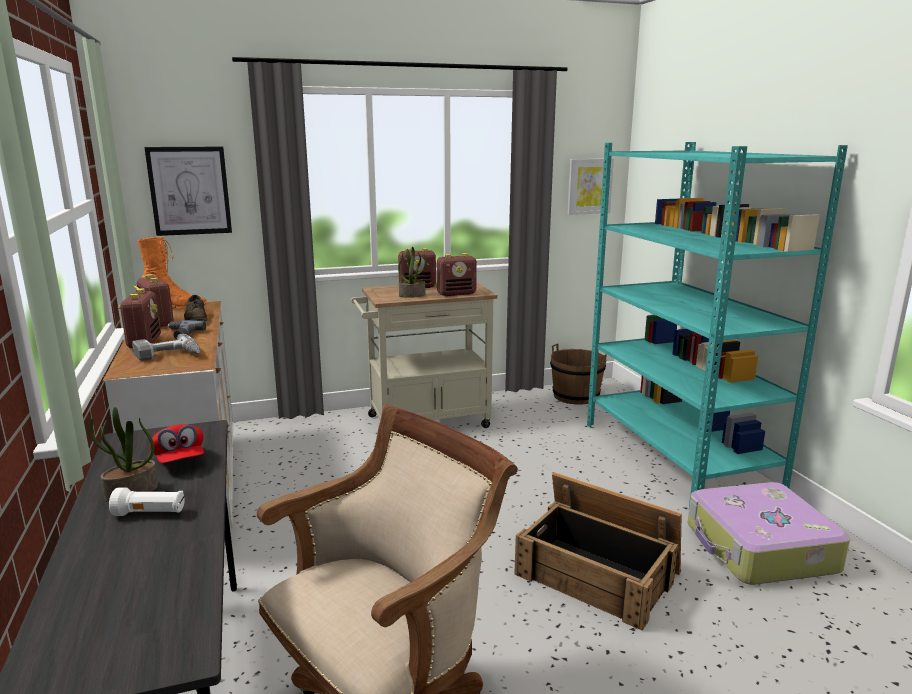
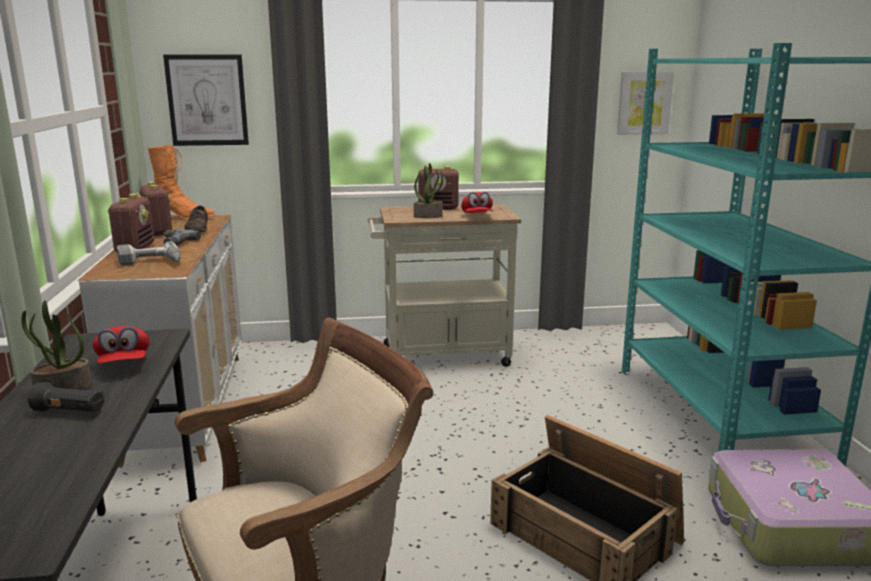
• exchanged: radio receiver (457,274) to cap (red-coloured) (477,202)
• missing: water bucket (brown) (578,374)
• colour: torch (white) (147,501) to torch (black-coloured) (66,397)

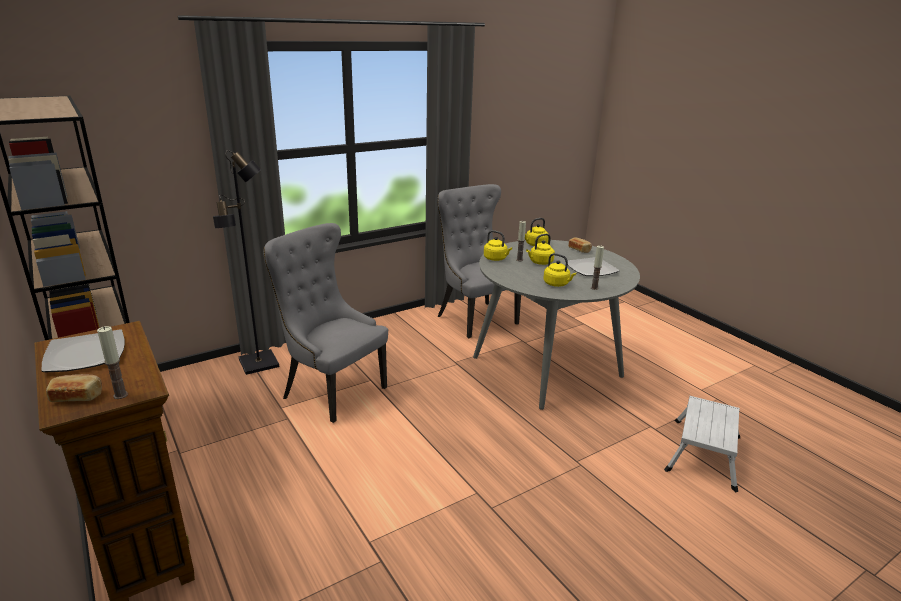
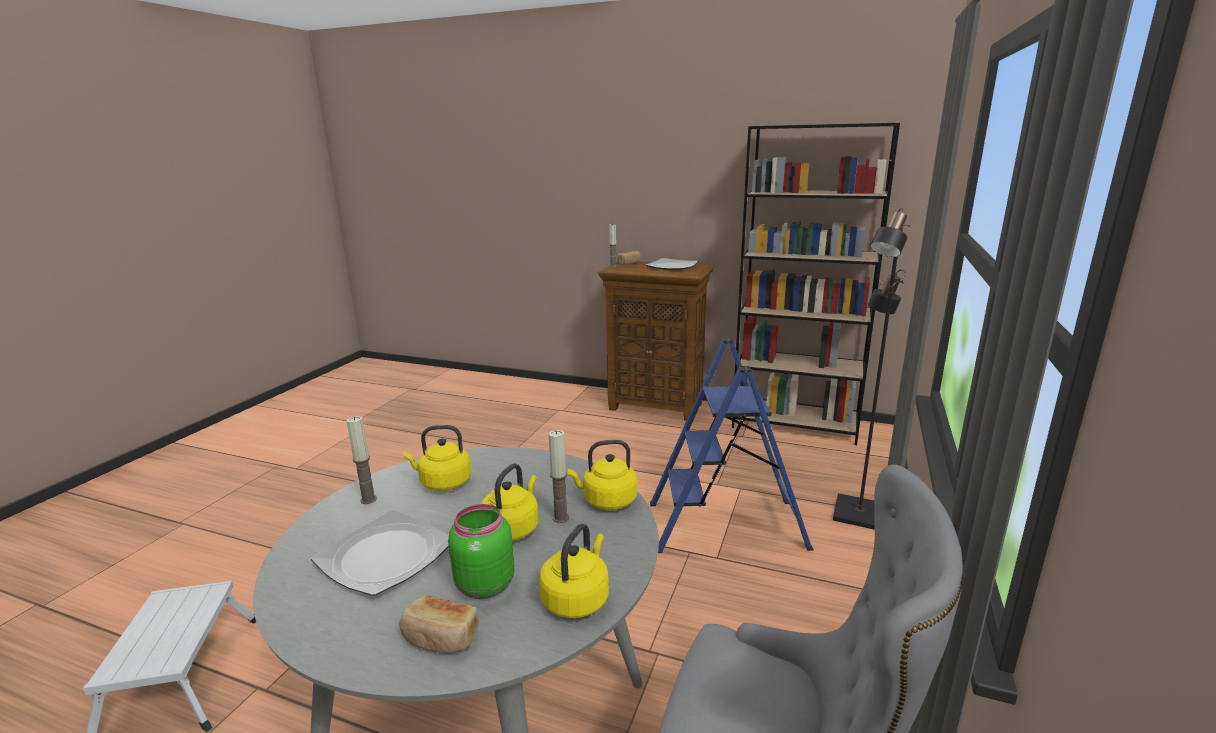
• exchanged: plain chair (gray) (325,323) to step ladder (blue-coloured) (732,445)
• appeared: storage jar (green-coloured) (481,551)

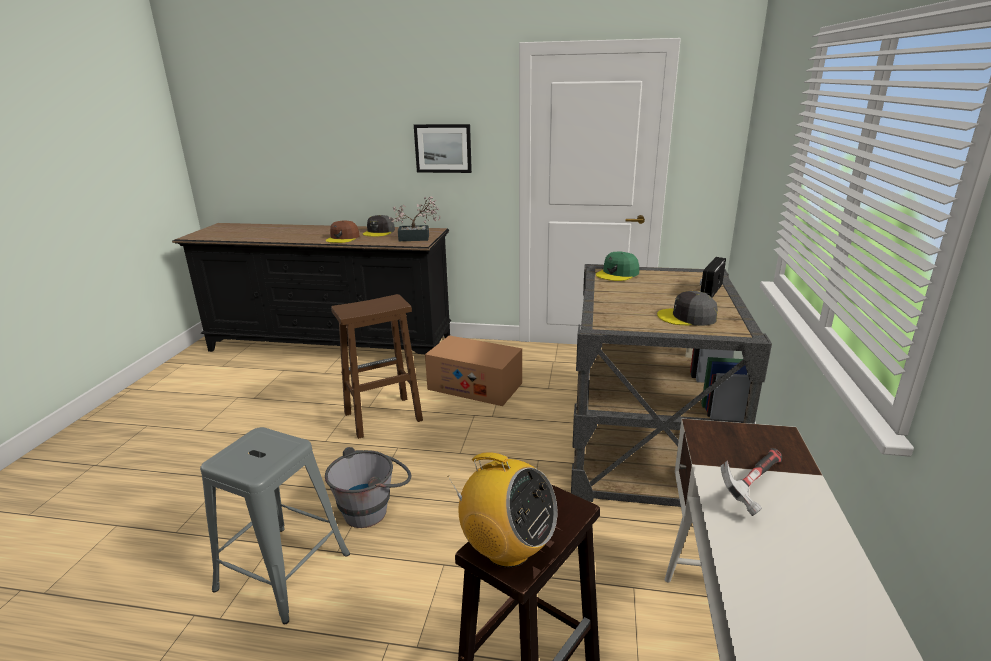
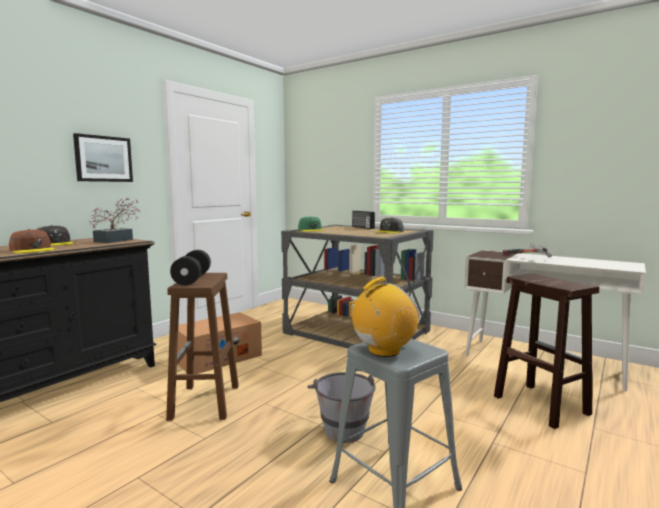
• relocated: radio receiver (502,509) to (385,317)
• appeared: dumbbell (black-coloured) (190,267)

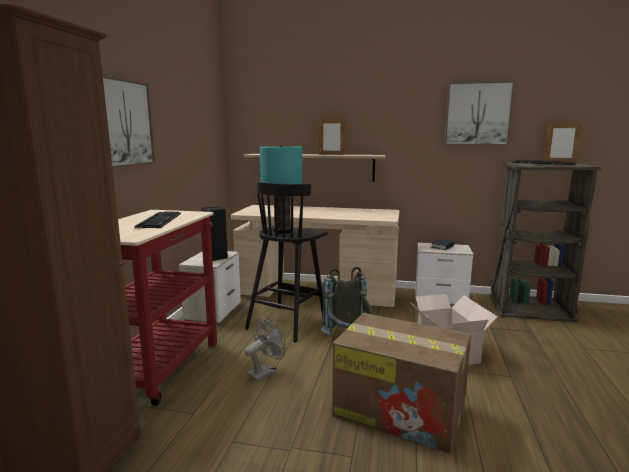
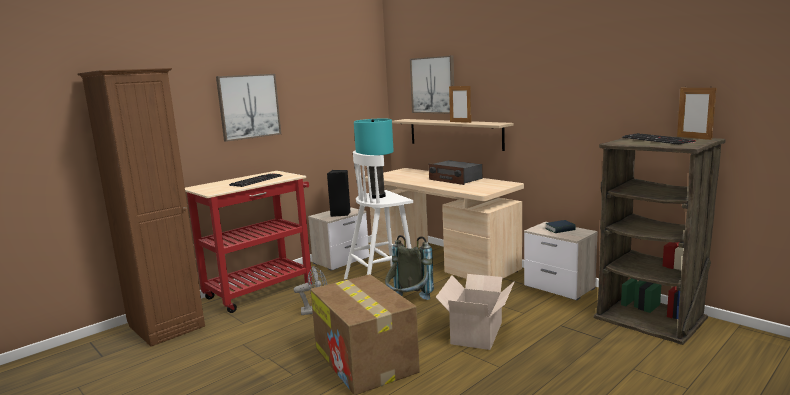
• relocated: wall picture (479,113) to (432,84)
• colour: stool (black-coloured) (286,261) to stool (white) (378,214)
• appeared: radio receiver (455,172)

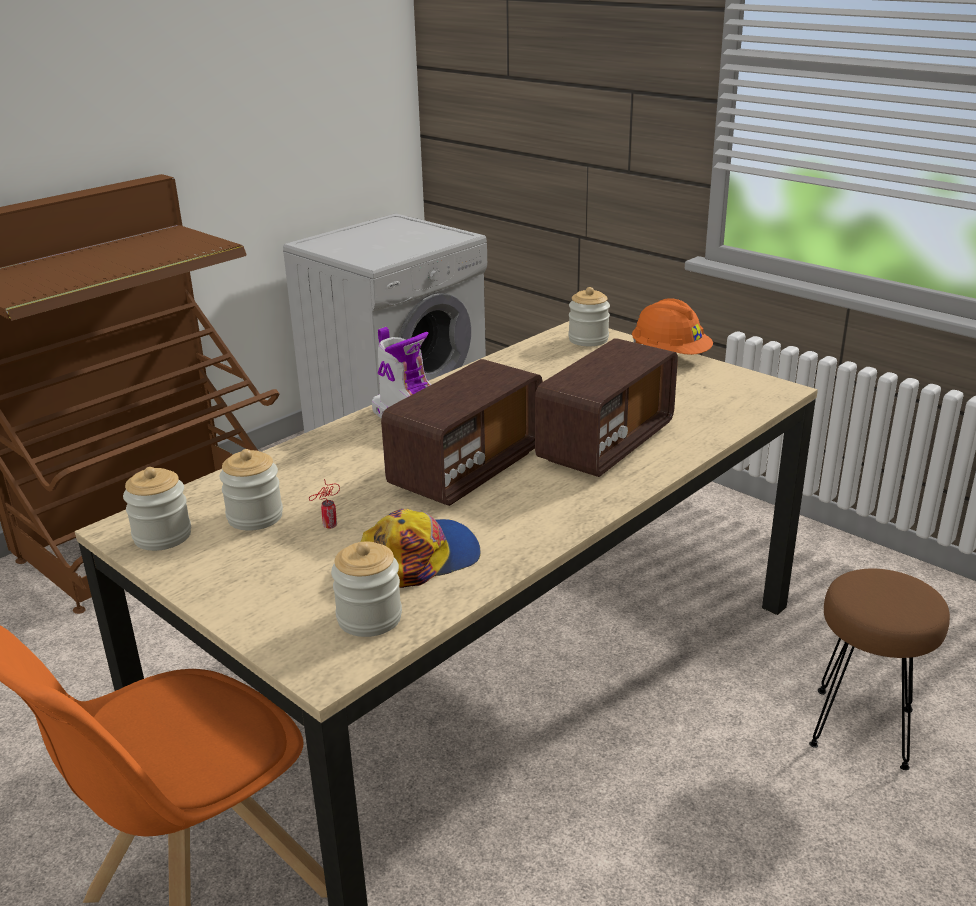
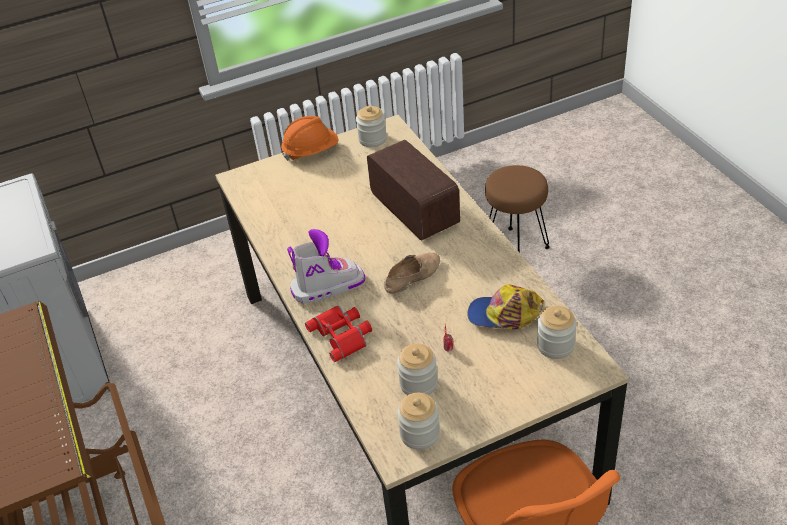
• relocated: storage jar (589,316) to (371,126)
• exchanged: radio receiver (462,432) to shoe (beige) (412,273)
• spun: cap (421,548) = (505,307) 75 degrees counterclockwise
• appeared: field glasses (red-coloured) (338,334)

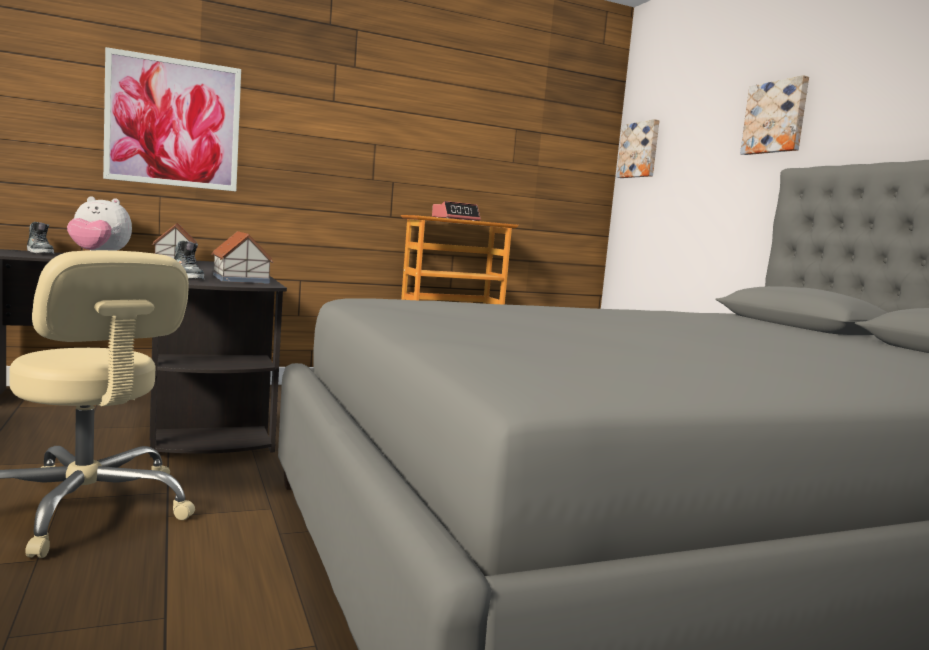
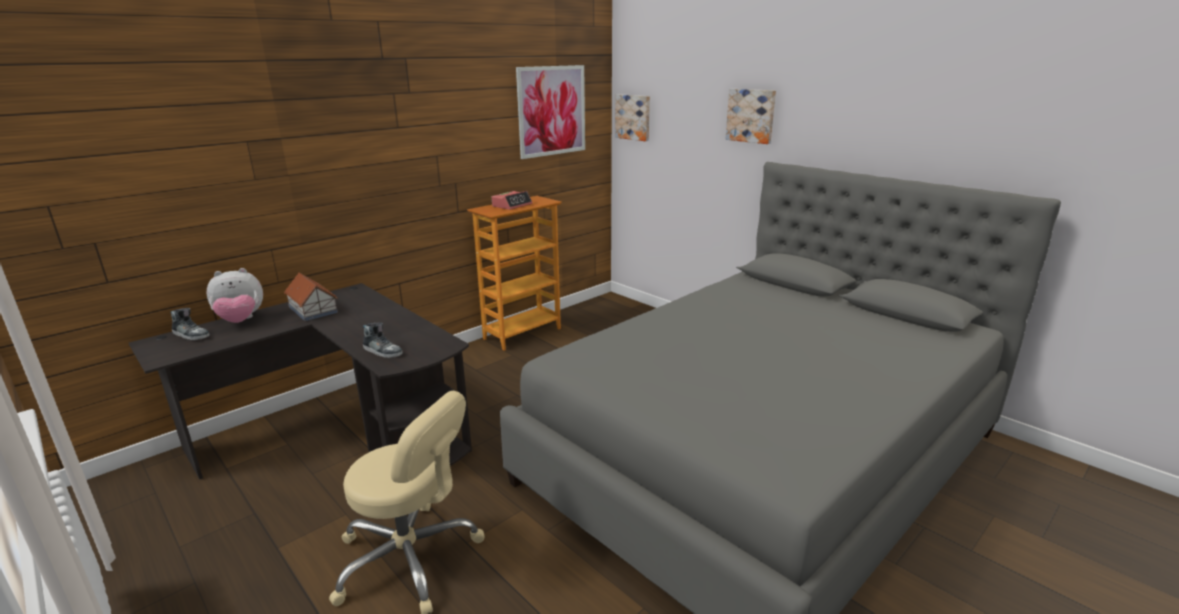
• relocated: wall picture (172,119) to (550,112)
• missing: miniature house (242,257)

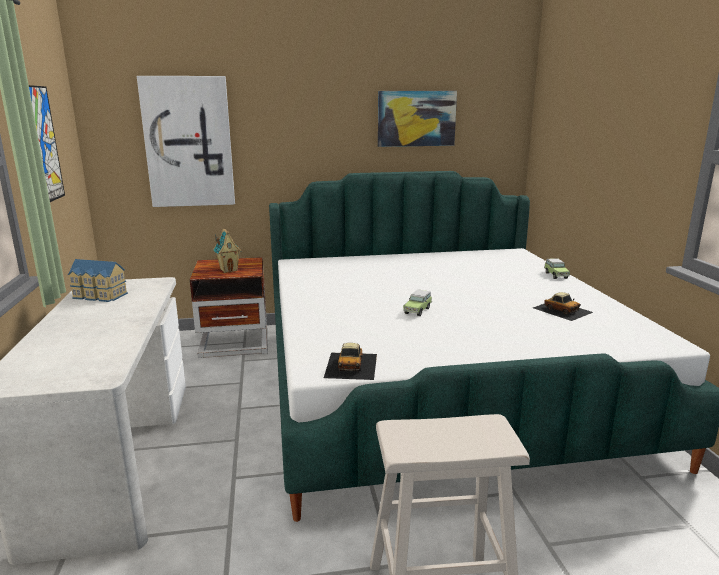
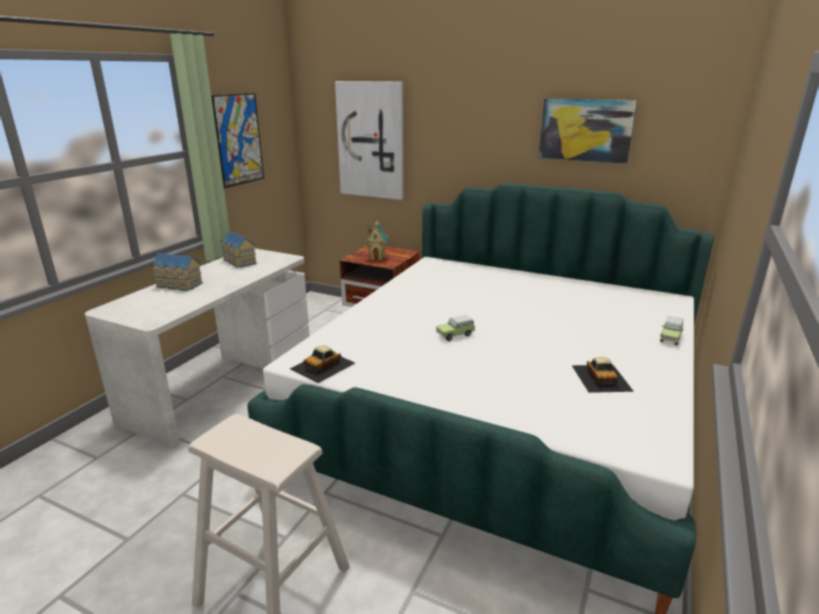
• appeared: miniature house (177,272)

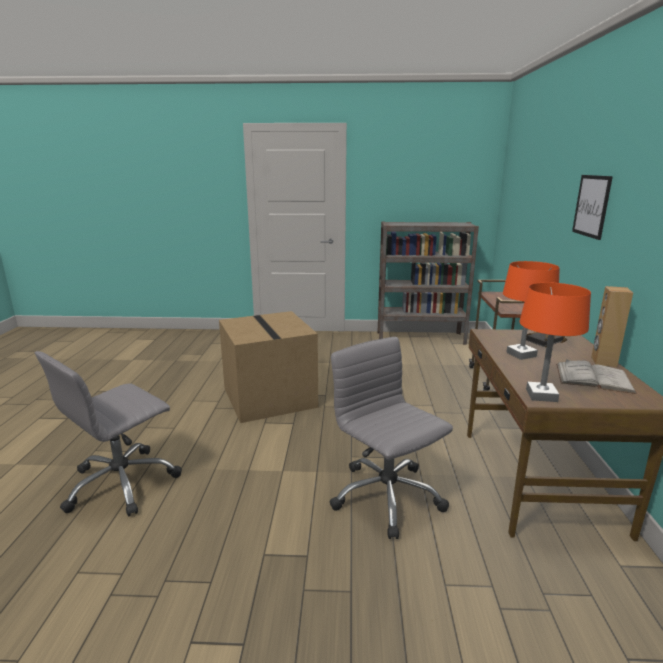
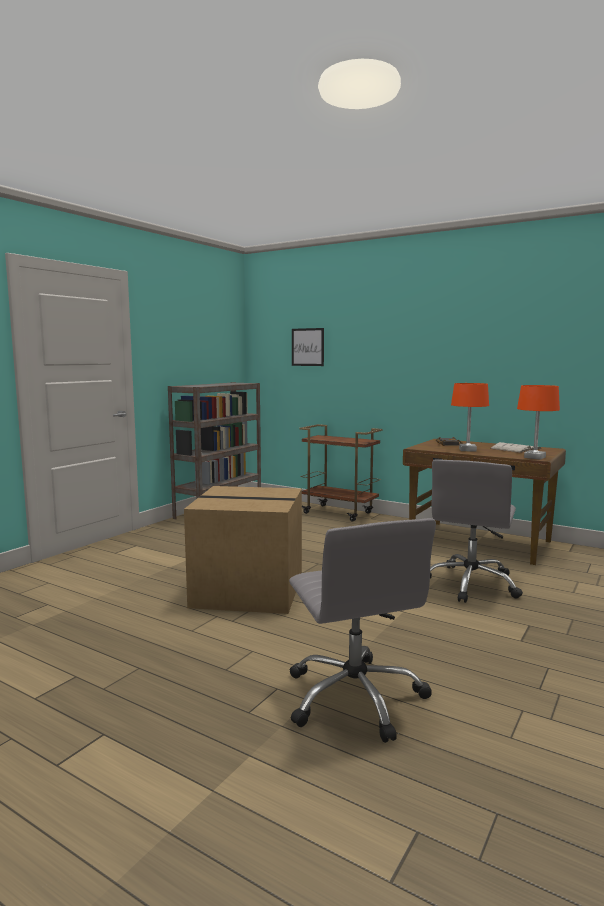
• relocated: wall picture (592,207) to (308,347)
• missing: speaker (brown) (612,326)
• spun: desk chair (gray) (391,438) = (476,531) 60 degrees counterclockwise

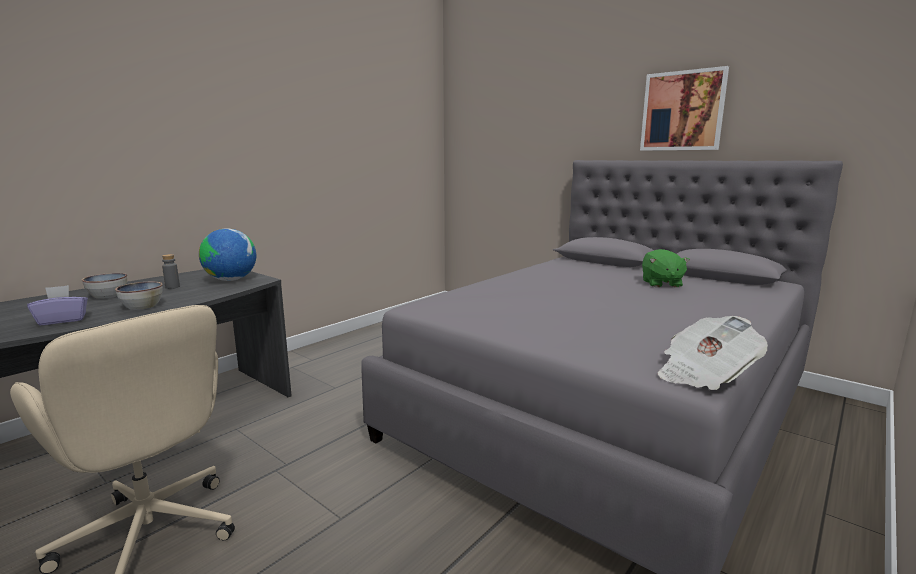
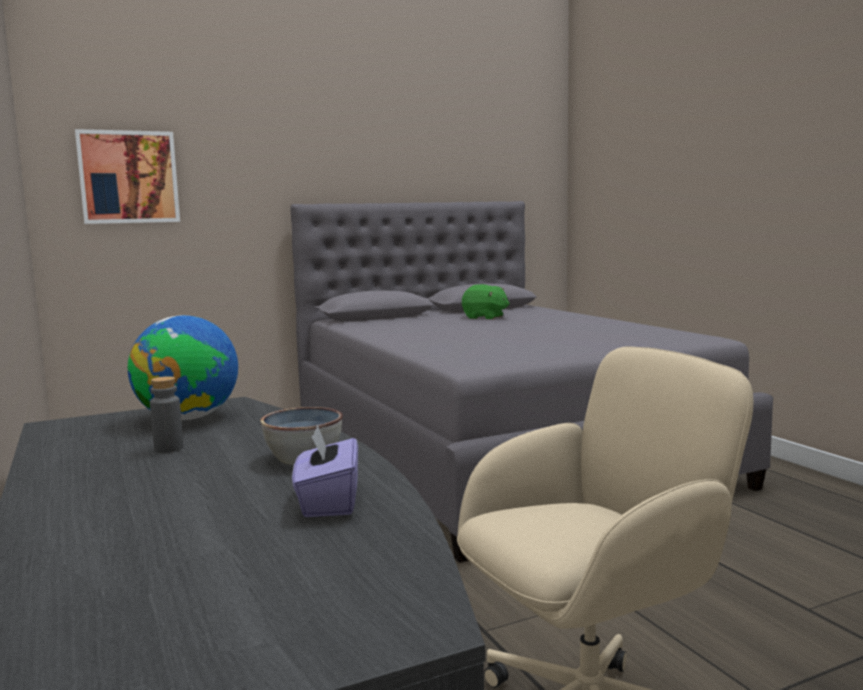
• relocated: wall picture (684,108) to (127,176)
• missing: serving bowl (104,286)
• missing: daily paper (713,353)

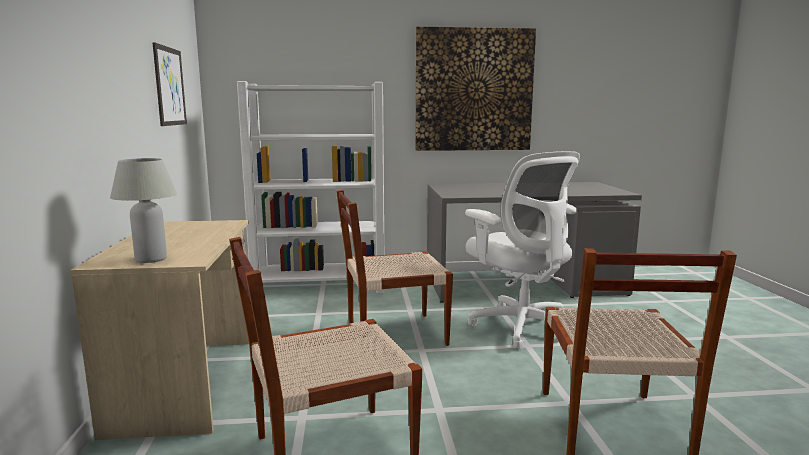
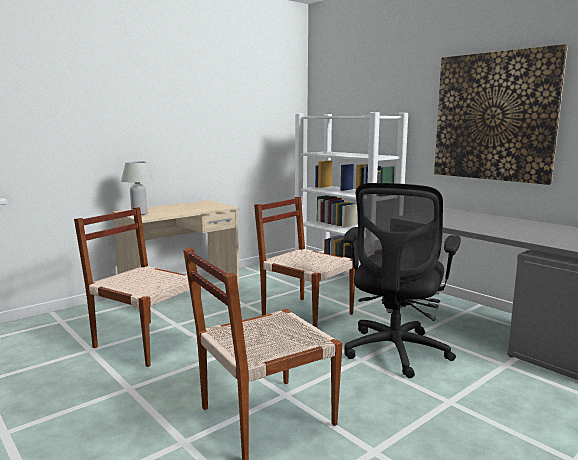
• missing: wall picture (169,84)
• colour: desk chair (white) (522,250) to desk chair (black-coloured) (402,280)

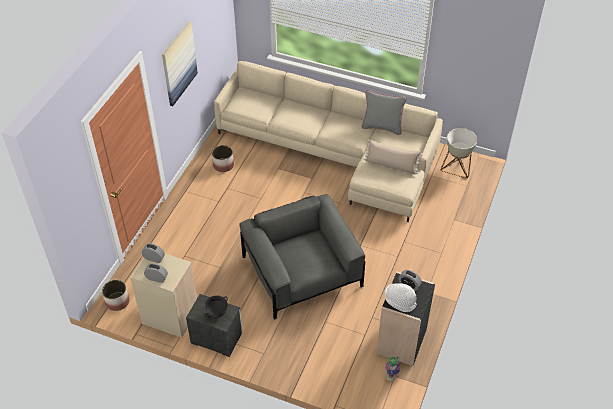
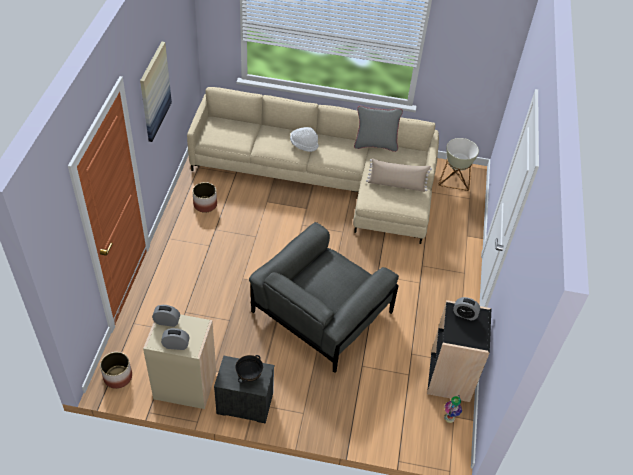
• spun: easy chair (gray) (302,257) = (324,297) 105 degrees counterclockwise
• relocated: clothing hat (white) (400,297) to (304,139)

